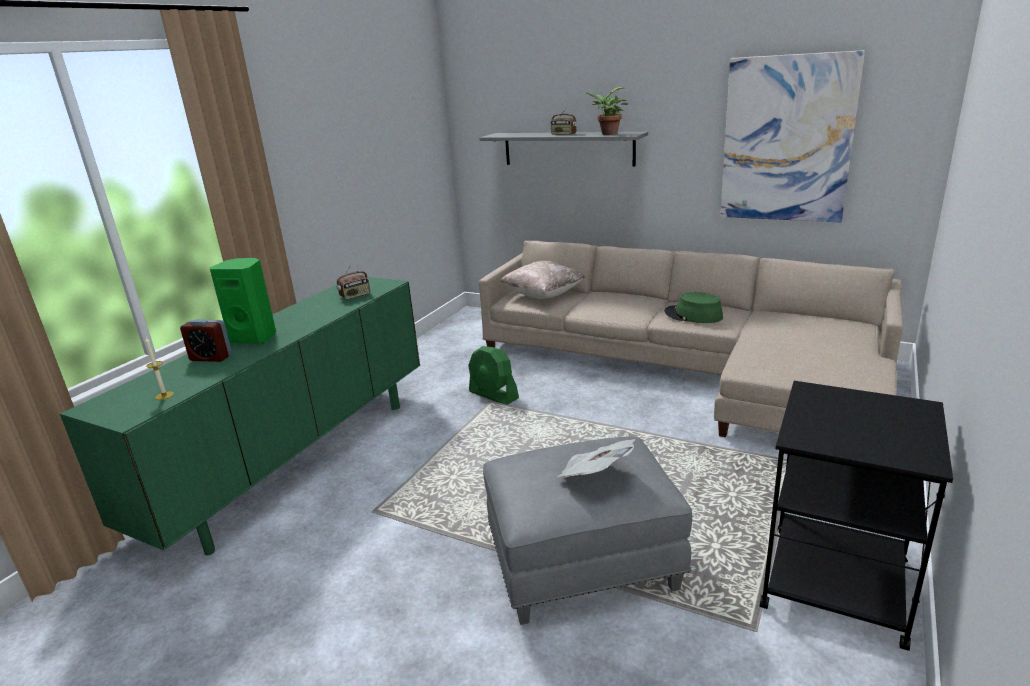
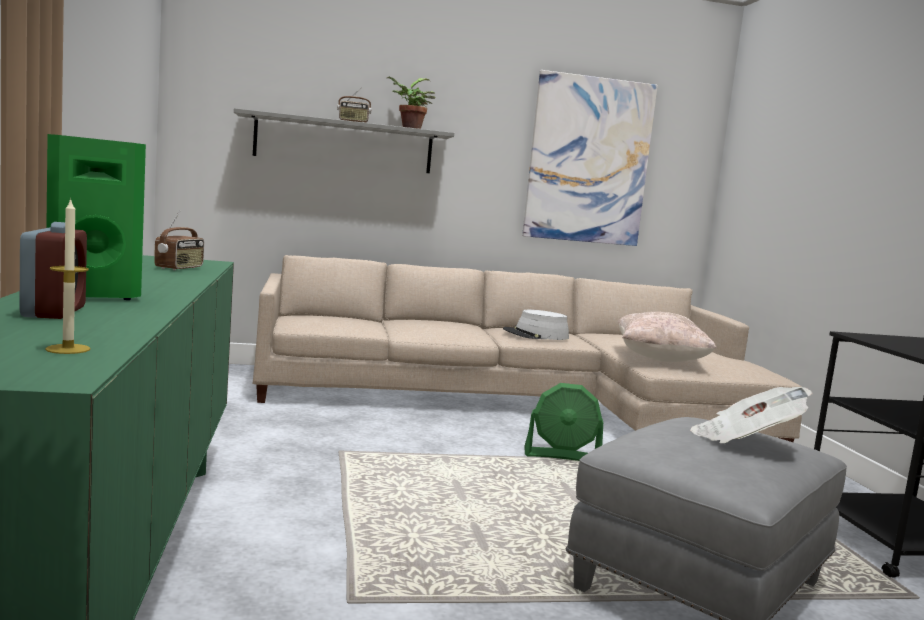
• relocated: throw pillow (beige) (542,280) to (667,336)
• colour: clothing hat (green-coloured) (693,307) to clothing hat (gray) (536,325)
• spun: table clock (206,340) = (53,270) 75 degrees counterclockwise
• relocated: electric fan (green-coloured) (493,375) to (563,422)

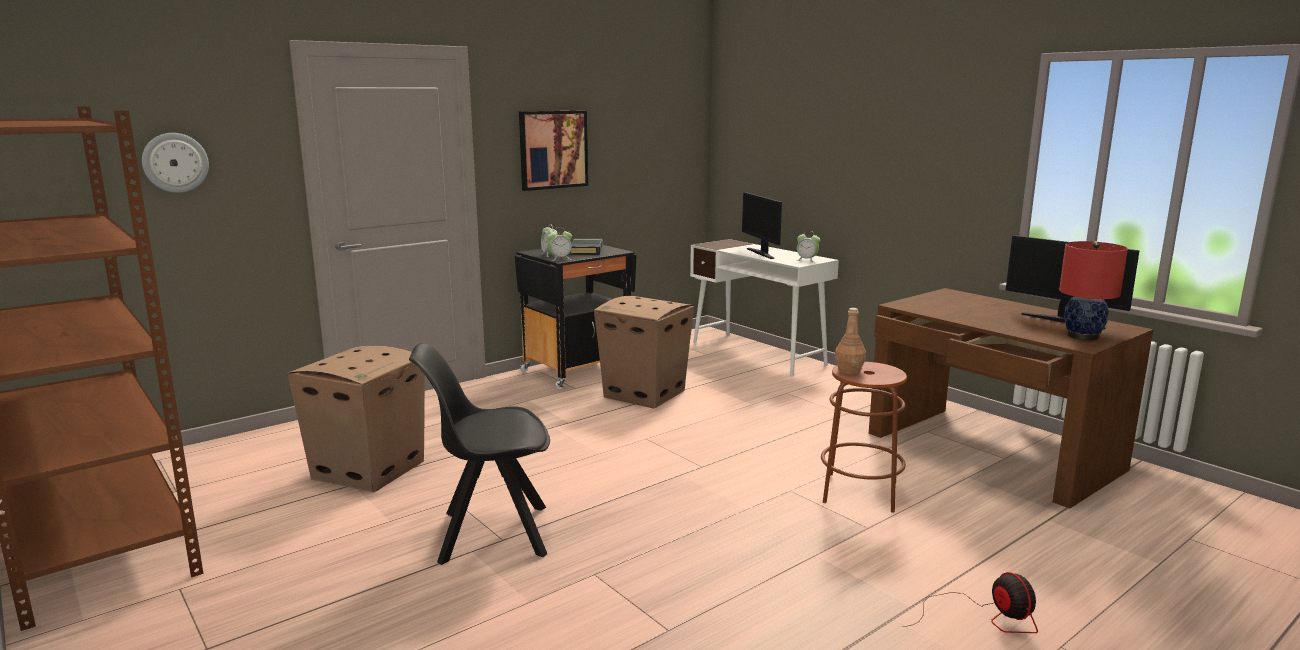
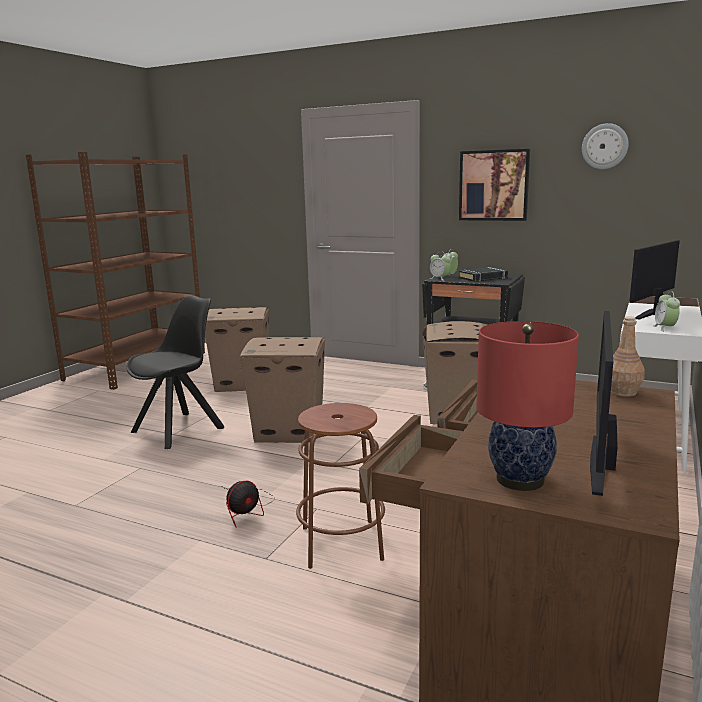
• relocated: clock on the wall (175,163) to (605,146)
• relocated: bottle (brown) (850,341) to (628,356)
• spun: plain chair (black-coloured) (479,454) = (175,372) 75 degrees clockwise
• relocated: electric fan (971,602) to (247,504)
• appeared: packing box (282,390)

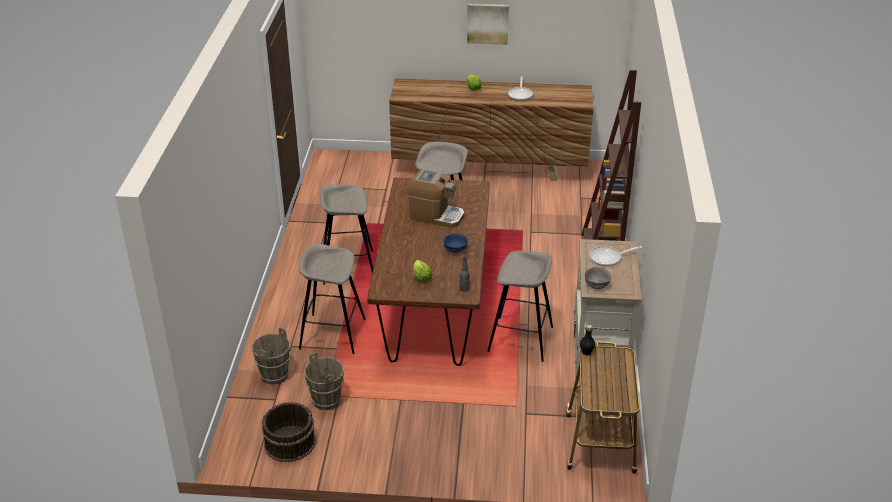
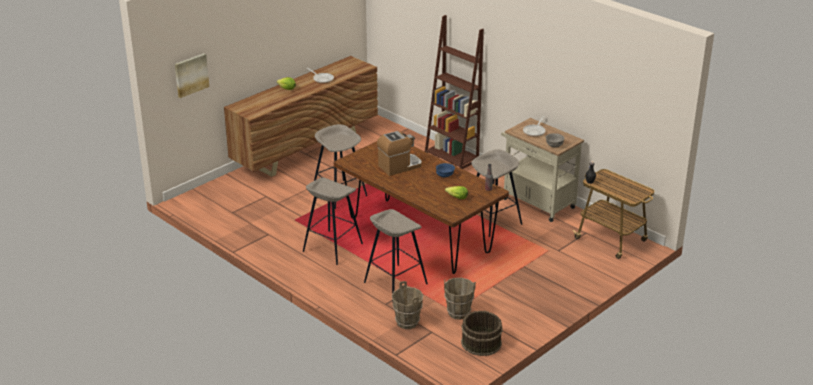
• relocated: wall picture (488,24) to (192,75)

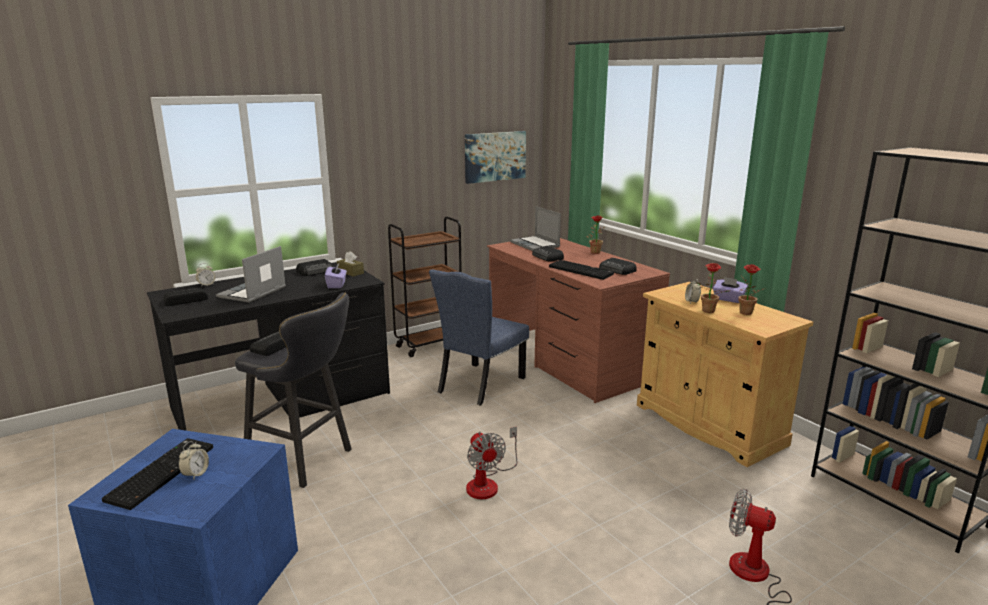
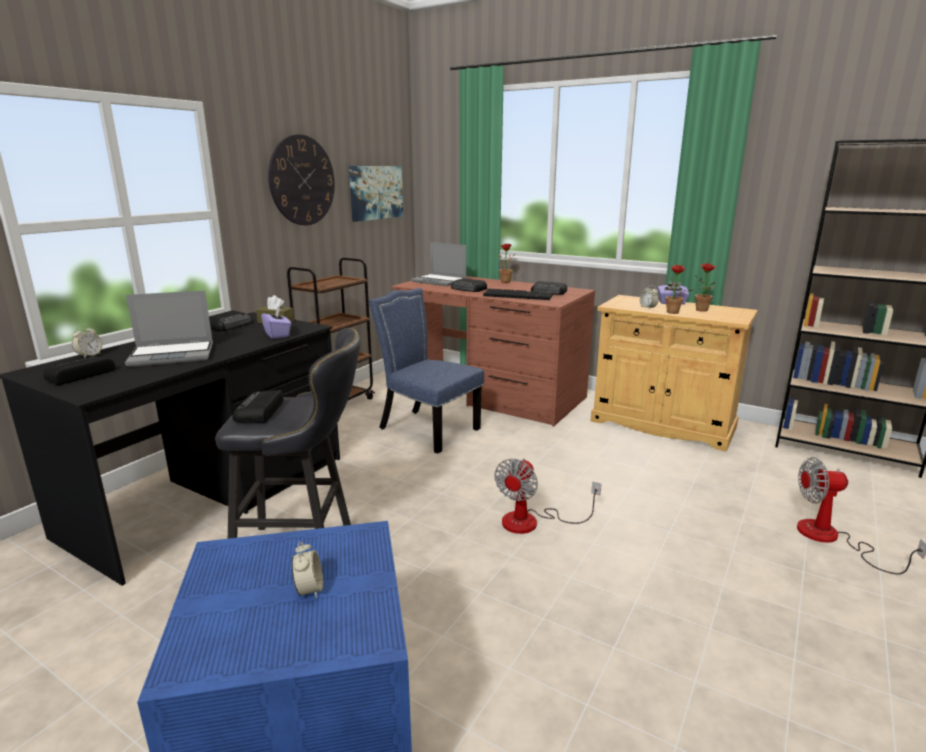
• spun: notebook computer (251,274) = (169,328) 105 degrees counterclockwise
• spun: plain chair (blue-coloured) (479,337) = (426,371) 120 degrees clockwise
• spun: electric fan (491,462) = (547,496) 75 degrees clockwise
• missing: keyboard (157,474)
• appeared: clock on the wall (301,179)

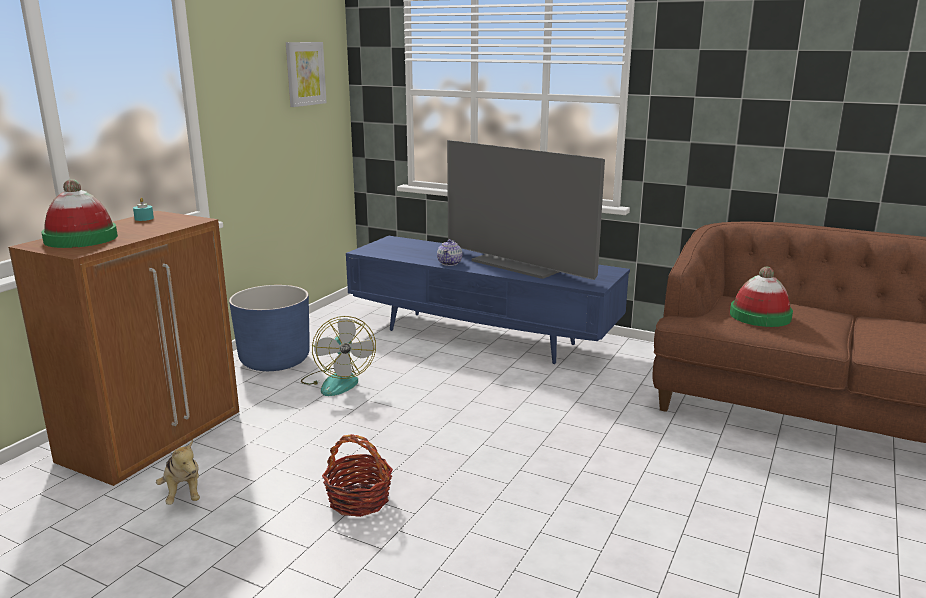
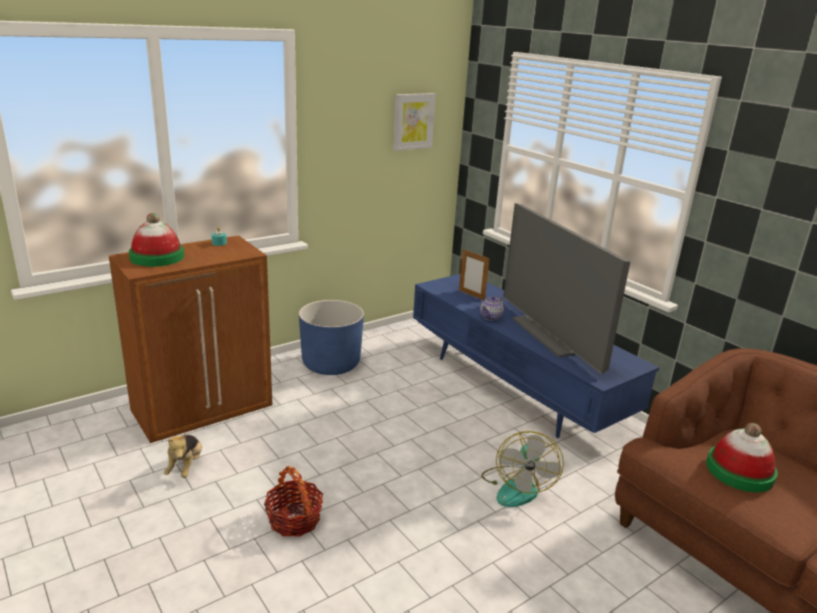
• relocated: electric fan (338,356) to (522,469)
• appeared: photo frame (474,274)

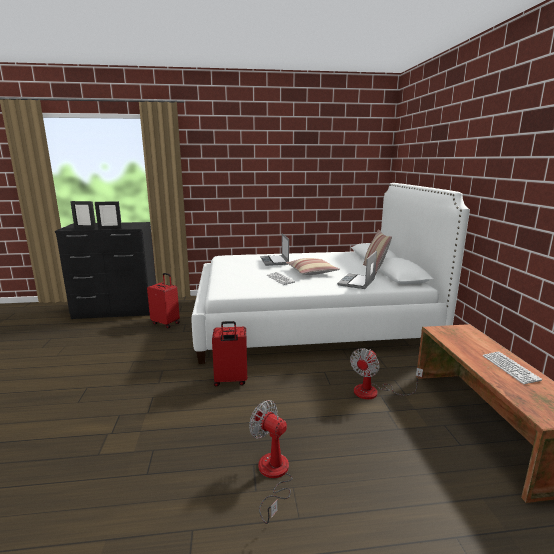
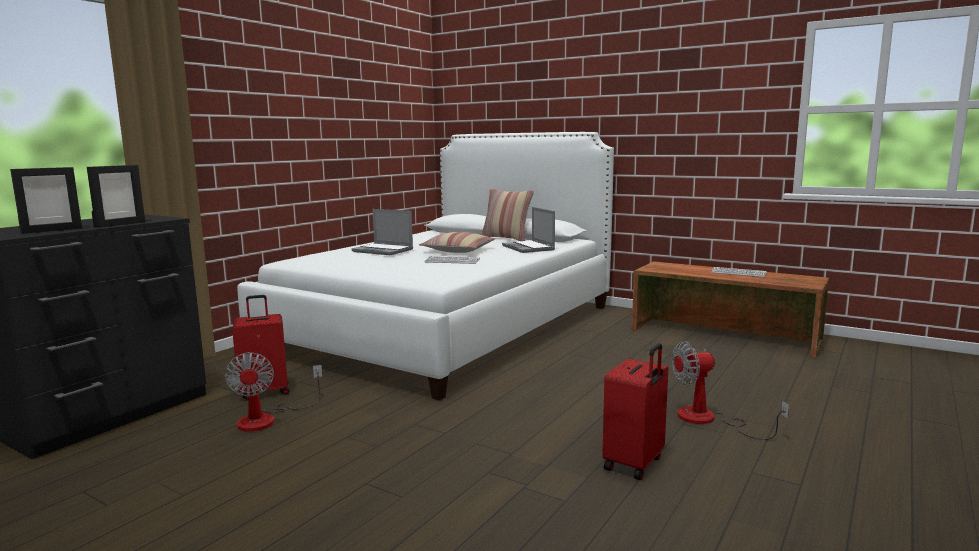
• relocated: suitcase (red-coloured) (229,354) to (635,411)
• relocated: electric fan (386,373) to (273,392)

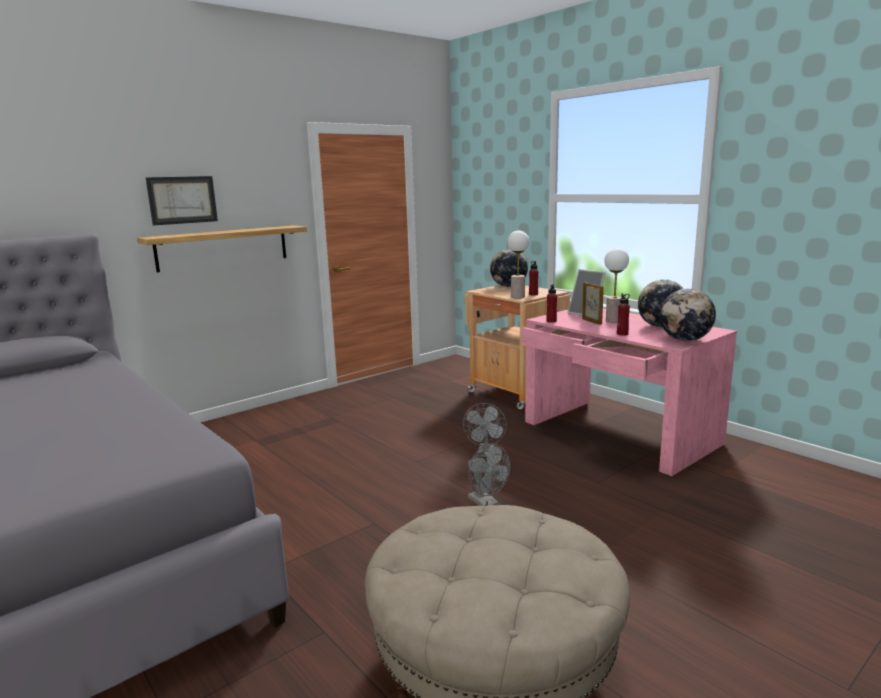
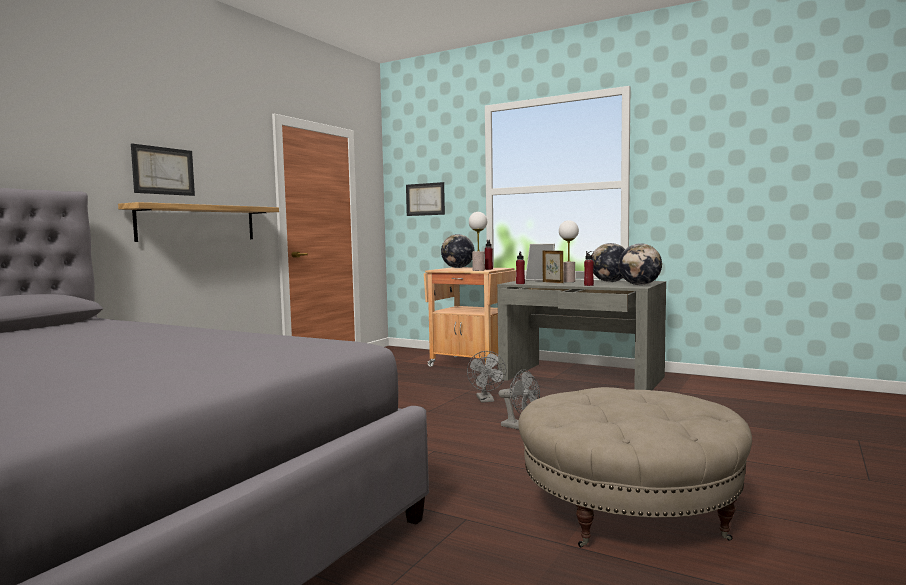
• colour: desk (pink-coloured) (629,392) to desk (gray) (581,334)
• appeared: wall picture (425,199)

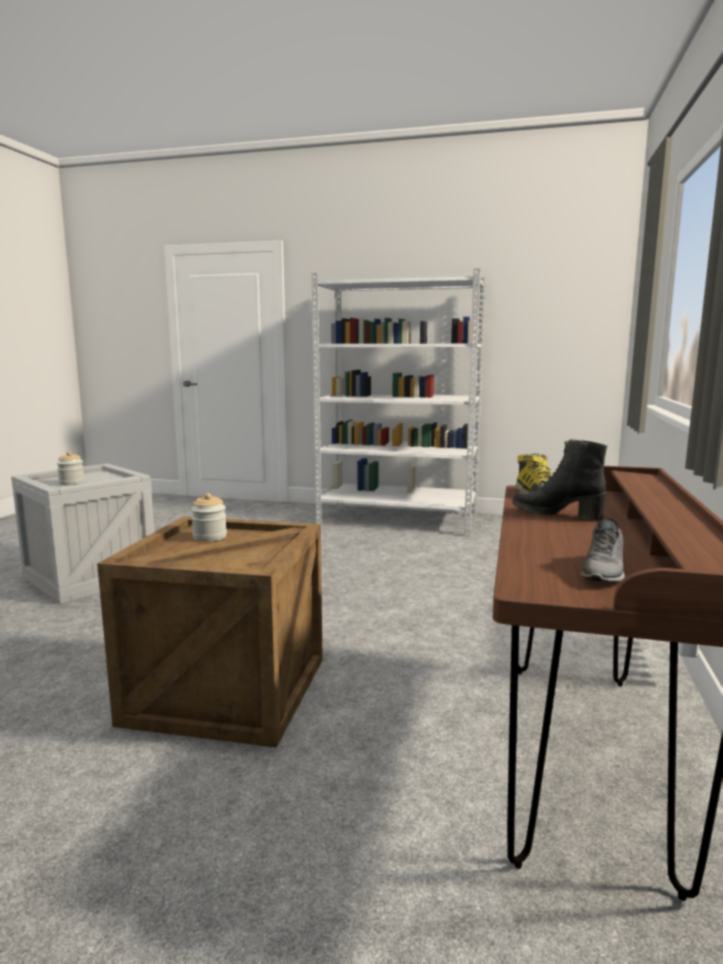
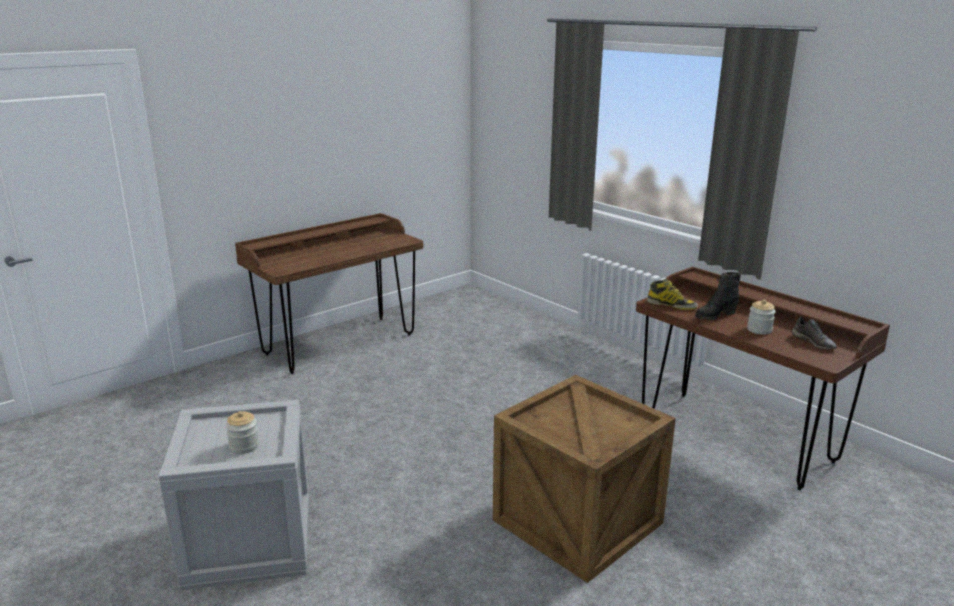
• exchanged: bookshelf (white) (398,402) to desk (brown) (329,293)
• relocated: storage jar (209,517) to (761,317)

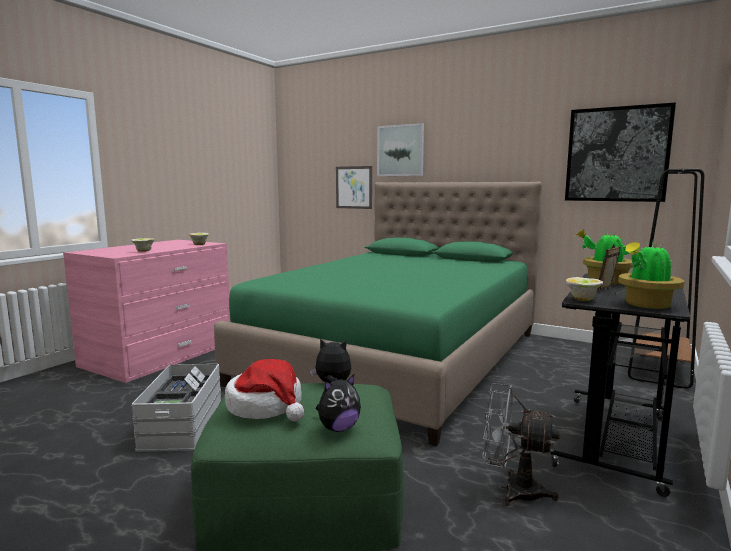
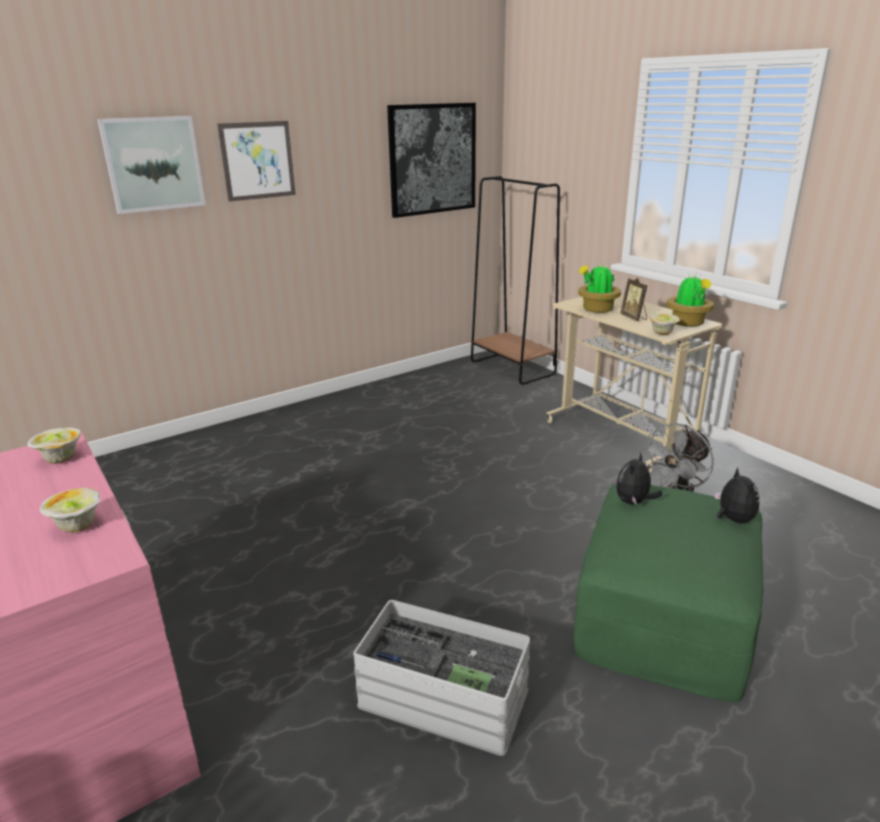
• relocated: wall picture (354,187) to (256,161)
• missing: bed (green-coloured) (378,314)
• colour: desk (black-coloured) (620,385) to desk (beige) (634,384)
• missing: clothing hat (264,390)

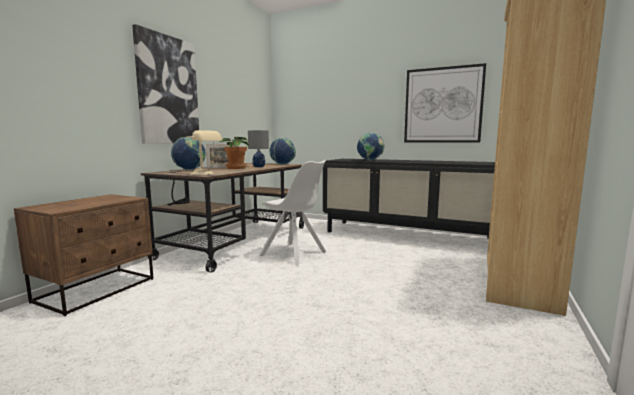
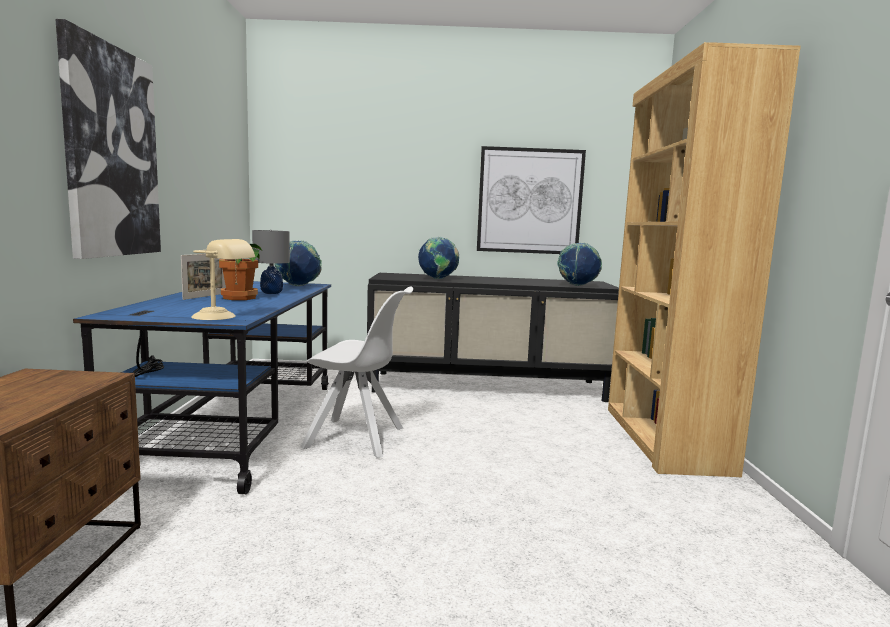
• relocated: desk globe (188,153) to (579,264)
• colour: desk (brown) (222,218) to desk (blue-coloured) (202,387)

